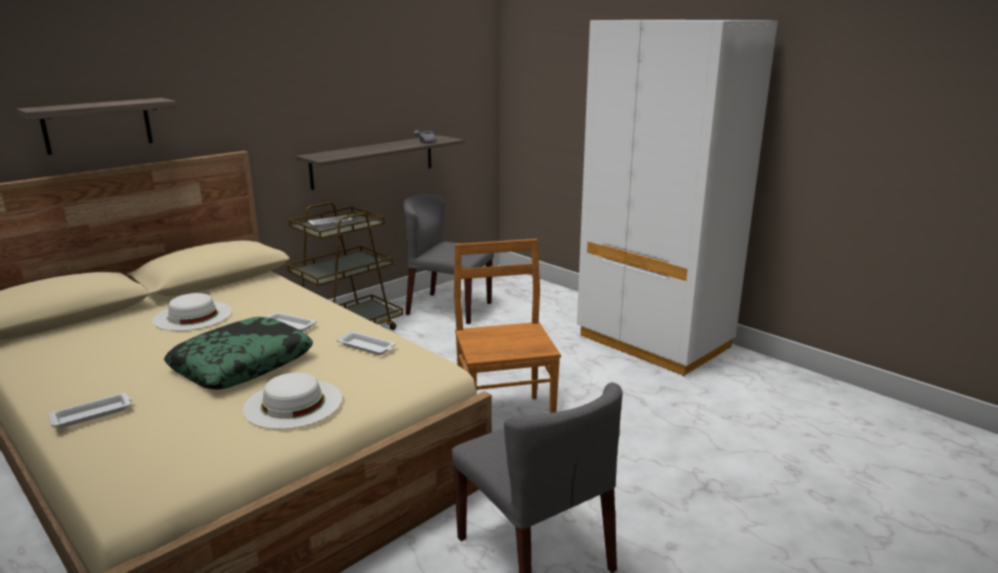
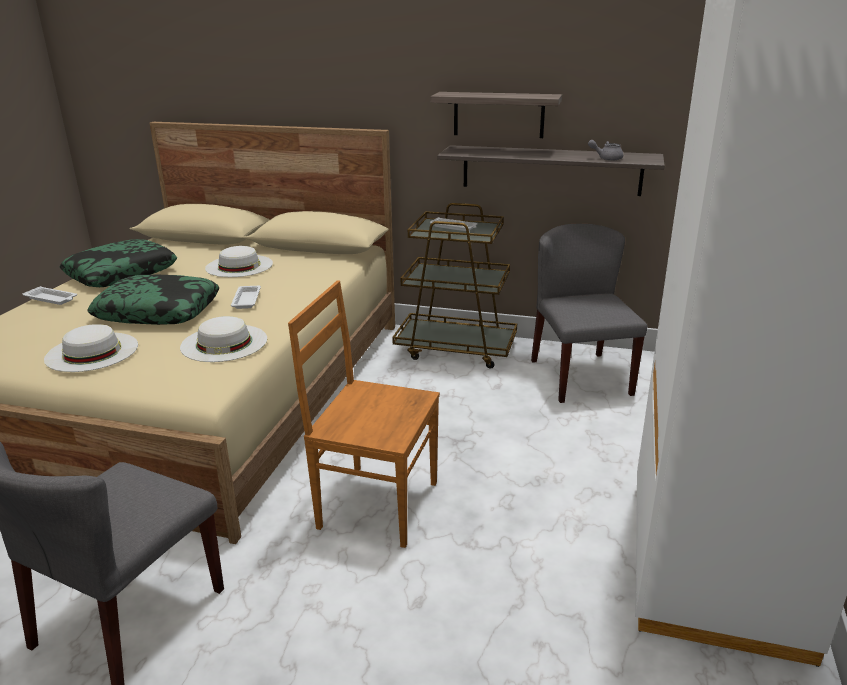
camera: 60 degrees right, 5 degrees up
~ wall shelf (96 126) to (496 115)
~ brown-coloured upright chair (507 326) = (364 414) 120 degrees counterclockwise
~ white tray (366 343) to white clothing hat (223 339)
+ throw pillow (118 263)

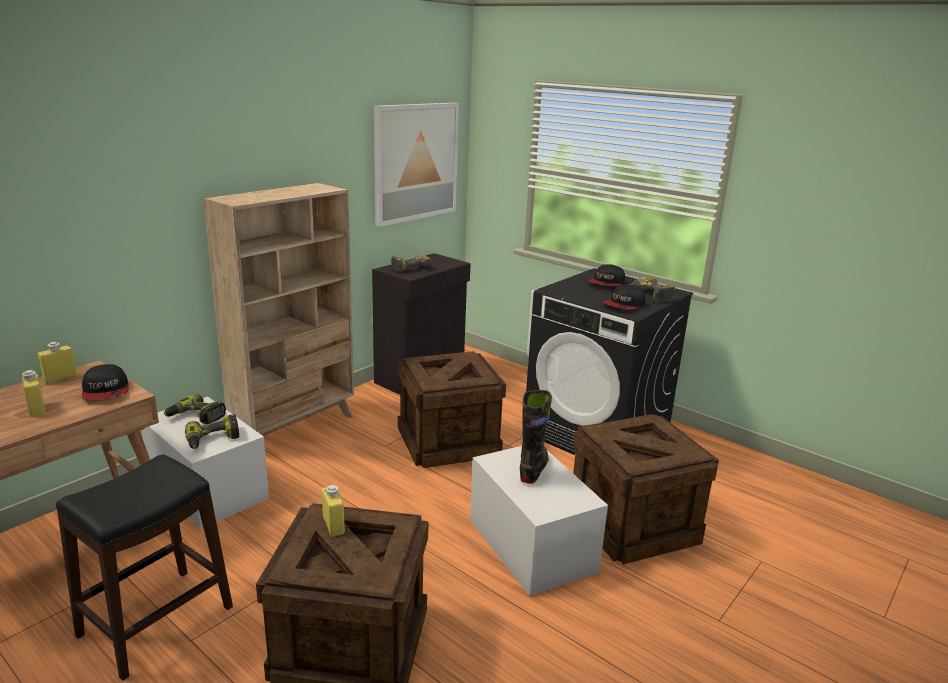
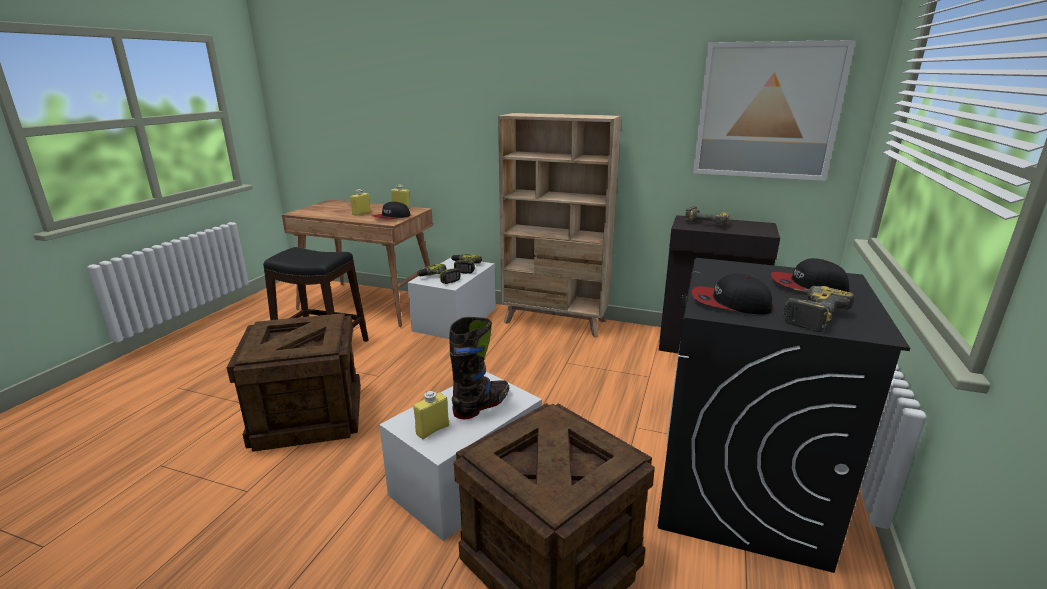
camera: 70 degrees right, 0 degrees up
- crate (451 409)
~ blackish high-top boot (536 437) = (479 368) 45 degrees counterclockwise
~ yellow-coloured drink bottle (333 511) to (431 415)

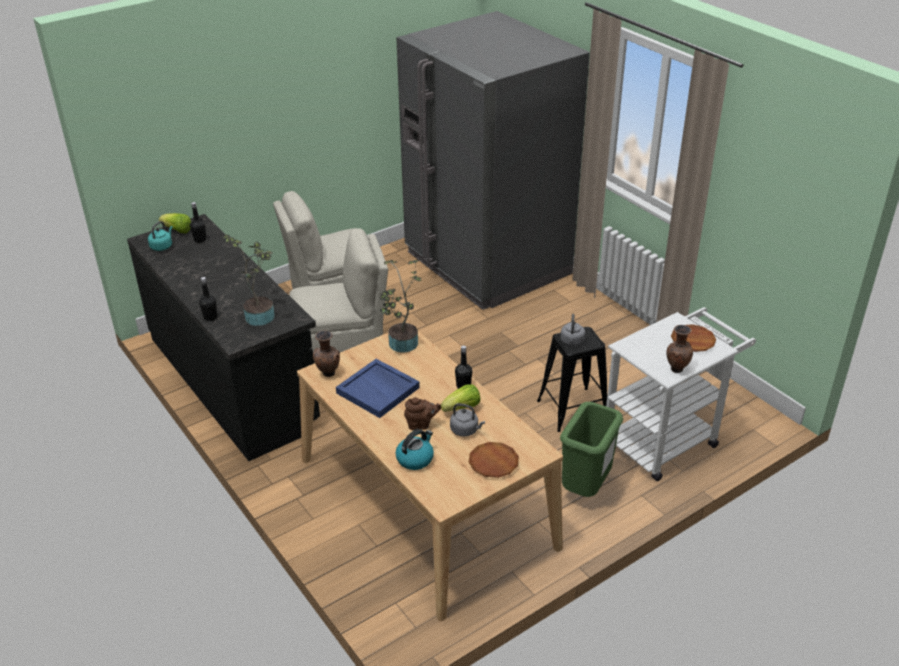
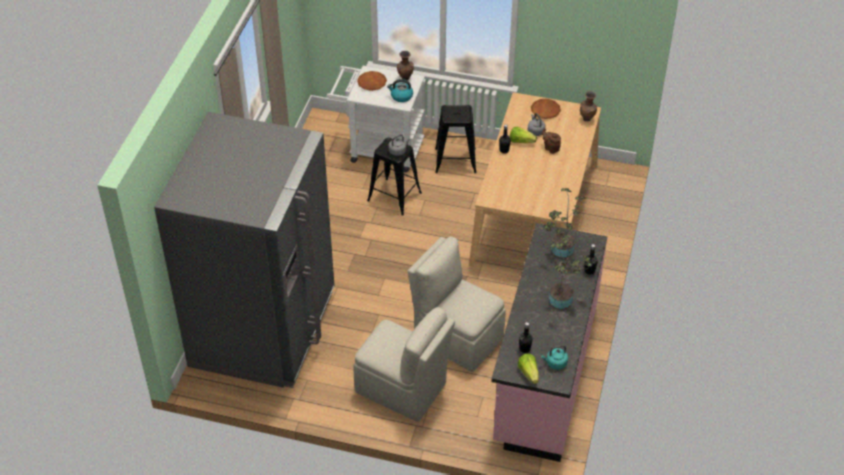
camera: 130 degrees left, 10 degrees up
~ blackish kitchen counter (223 337) to pink-coloured kitchen counter (549 342)
~ houseplant (401 306) to (570 272)
~ brown-coloured flower vase (326 353) to (588 106)
- blue tray (378 388)
~ green trash can (591 449) to blackish sitting stool (456 139)
~ water kettle (414 449) to (400 90)

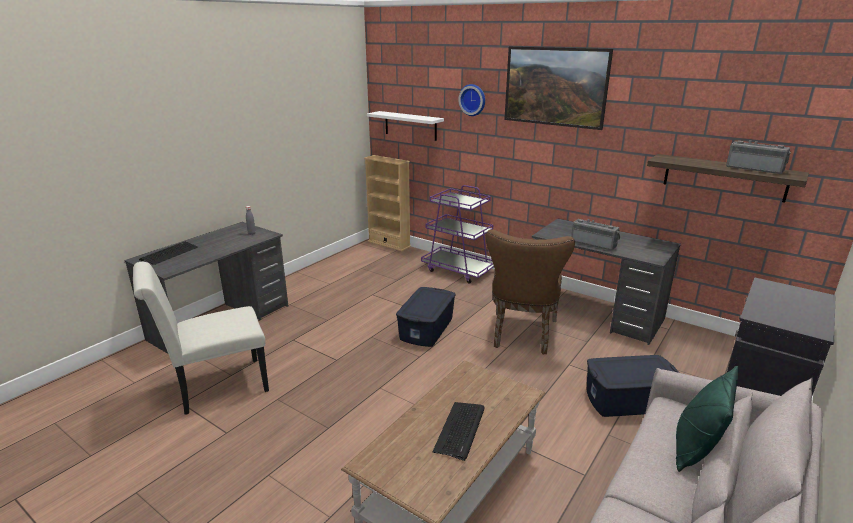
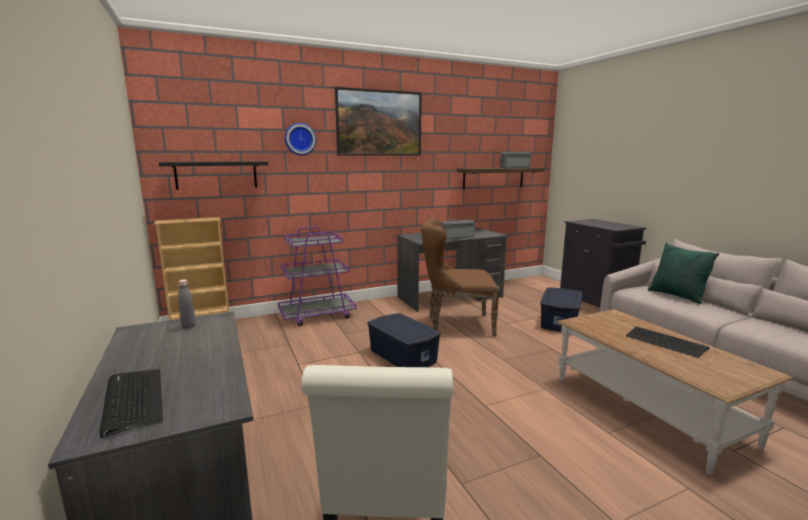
camera: 60 degrees left, 10 degrees down
~ white wall shelf (405 126) to blackish wall shelf (213 175)
~ brown-coloured upright chair (530 292) = (460 277) 135 degrees clockwise

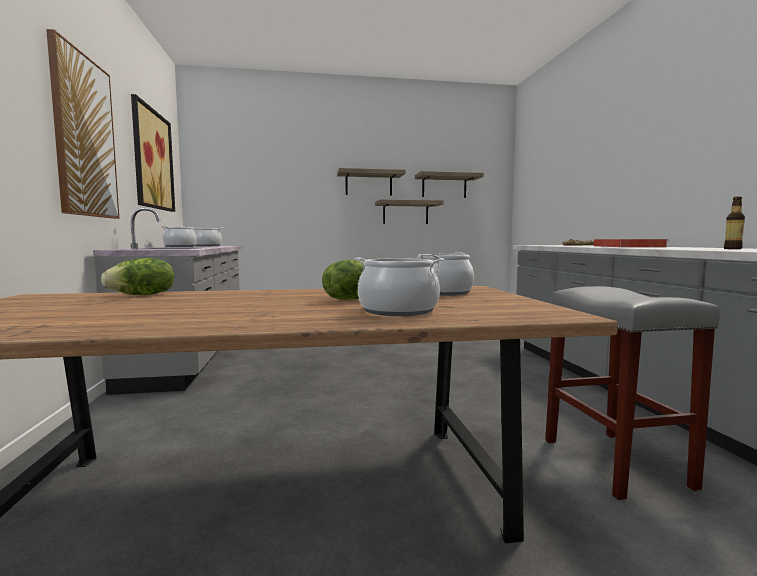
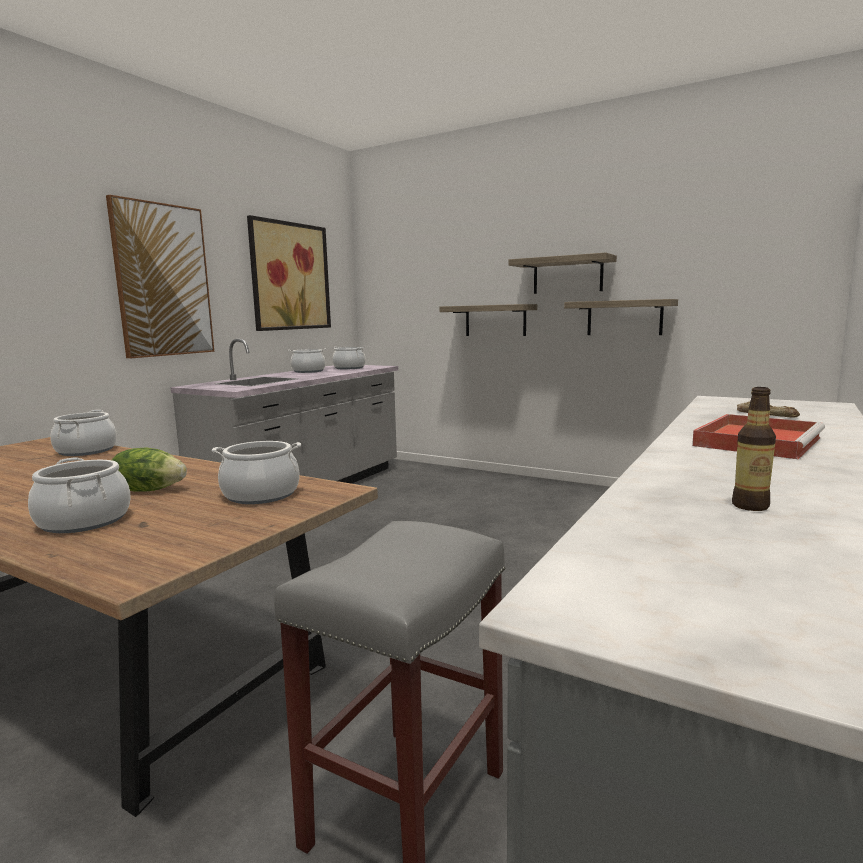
camera: 40 degrees right, 5 degrees up
~ wall shelf (449 184) to (488 320)
~ lettuce (137 276) to stockpot (83 433)

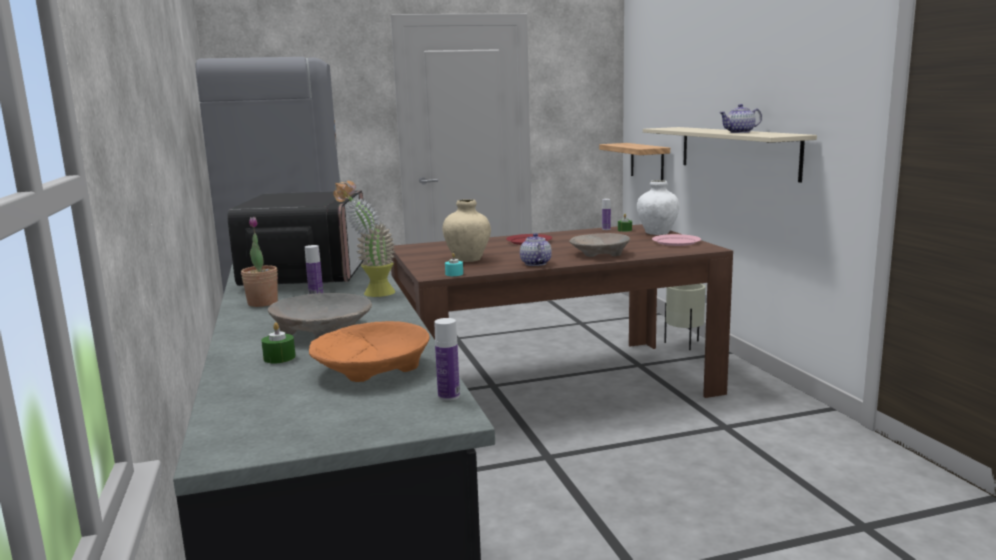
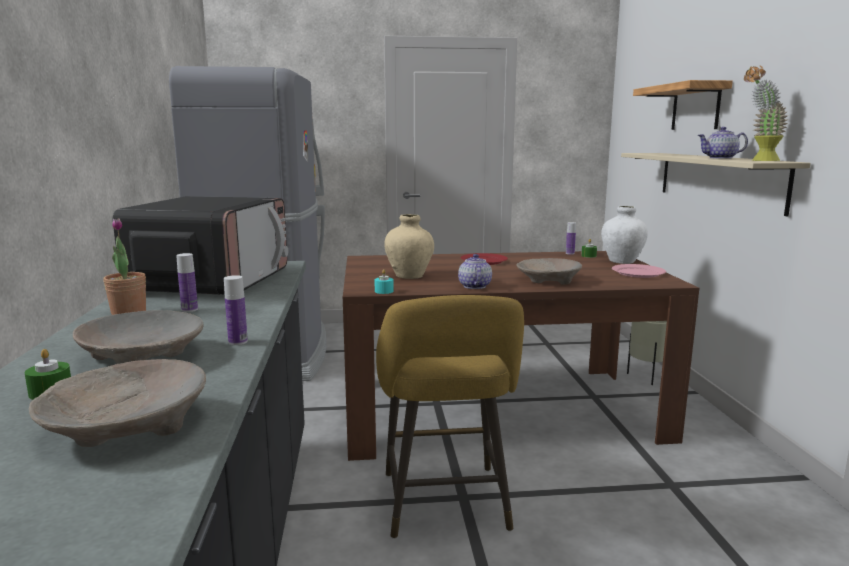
camera: 10 degrees right, 0 degrees up
~ wall shelf (634 161) to (683 105)
~ houseplant (365 239) to (766 113)
~ drink bottle (447 359) to (236 310)
~ orangey deep dish (369 351) to beige-coloured deep dish (117 403)
+ yellow-coloured sitting stool (450 417)

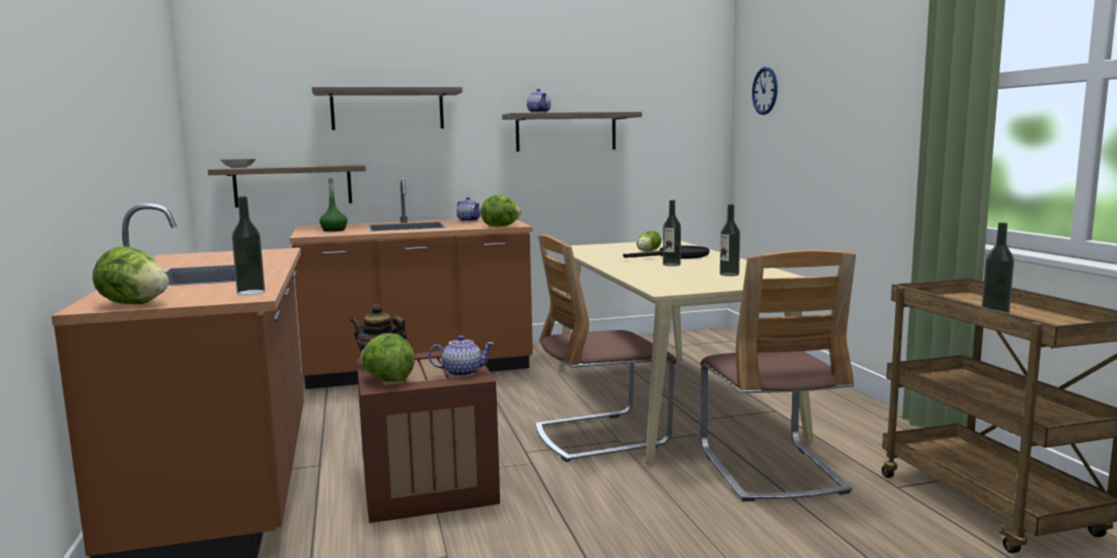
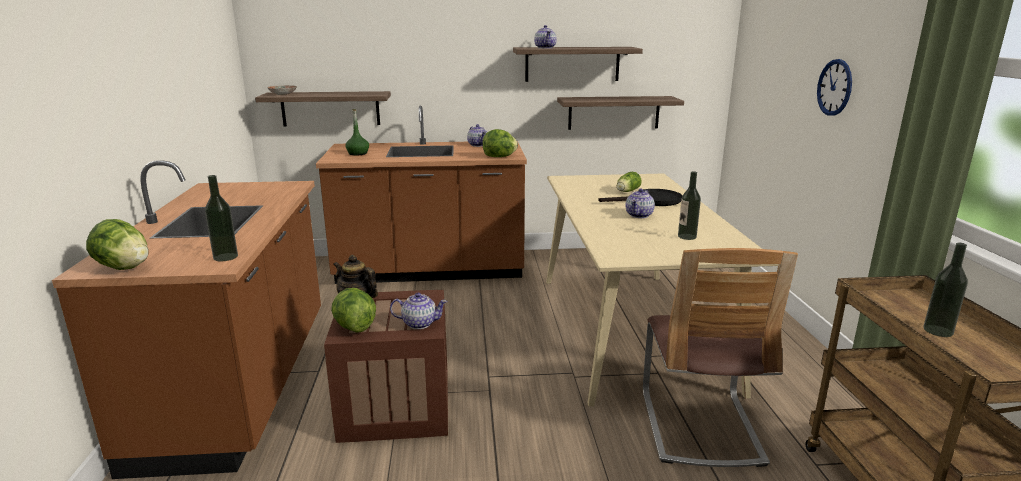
camera: 10 degrees right, 10 degrees up
~ clock on the wall (765 91) to (834 87)
~ wall shelf (387 108) to (620 113)
~ drink bottle (672 233) to teapot (640 203)
- upright chair (606 348)

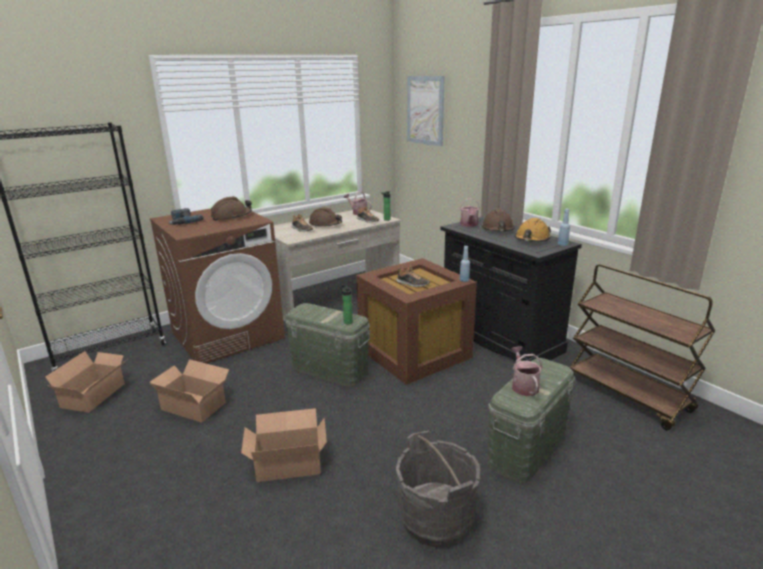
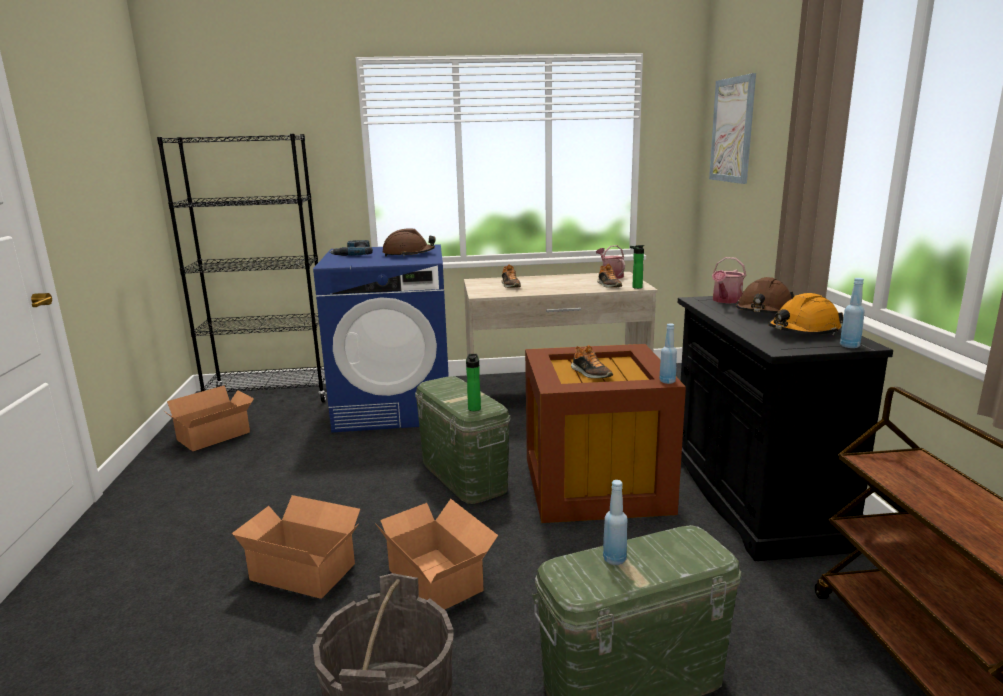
camera: 30 degrees right, 5 degrees down
- brown-coloured work helmet (325 217)
~ brown-coloured washing machine (217 286) to blue washing machine (381 338)
~ sprinkling can (526 371) to blue drink bottle (615 522)
~ packing box (189 391) to (436 554)

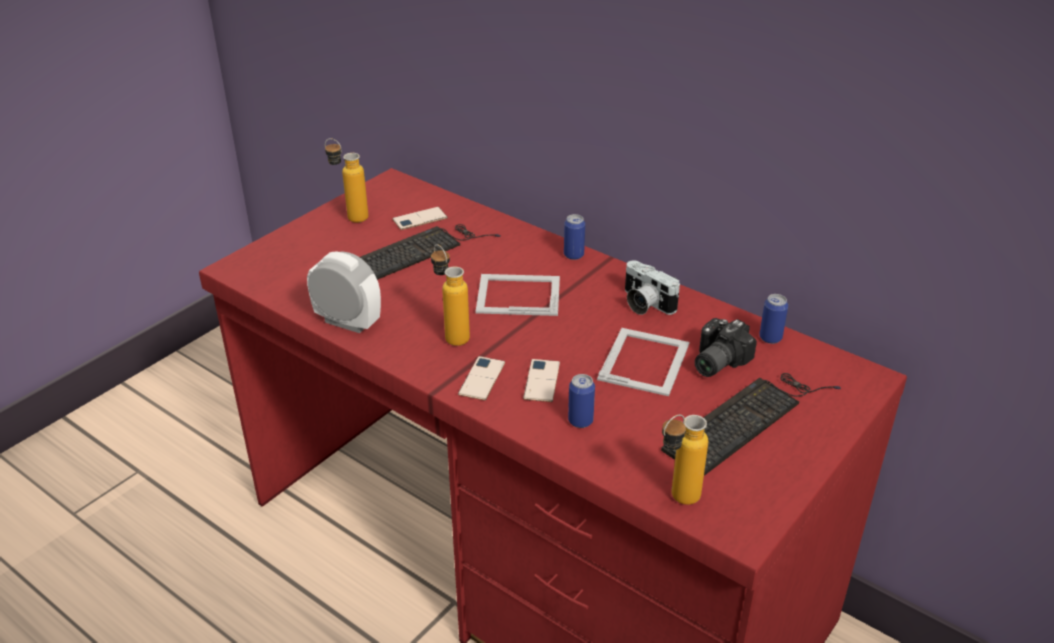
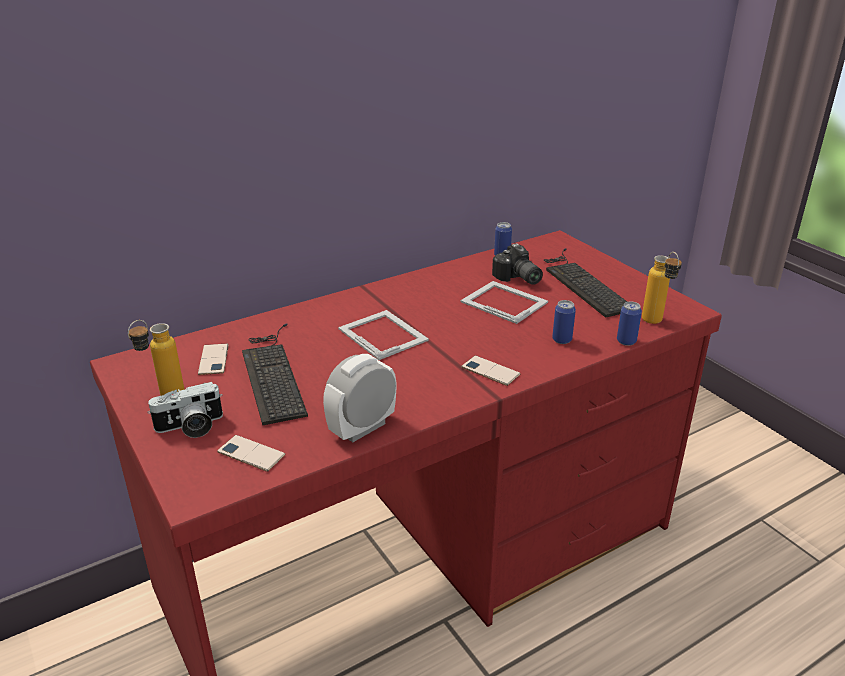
camera: 70 degrees left, 5 degrees down
~ can (574 237) to (629 323)
- drink bottle (450 295)
~ photo camera (652 287) to (185 410)
~ standing frame (517 295) = (383 335) 120 degrees clockwise
~ telephone (541 380) to (251 453)

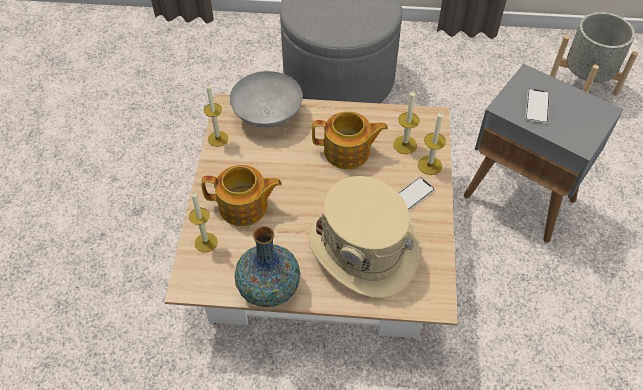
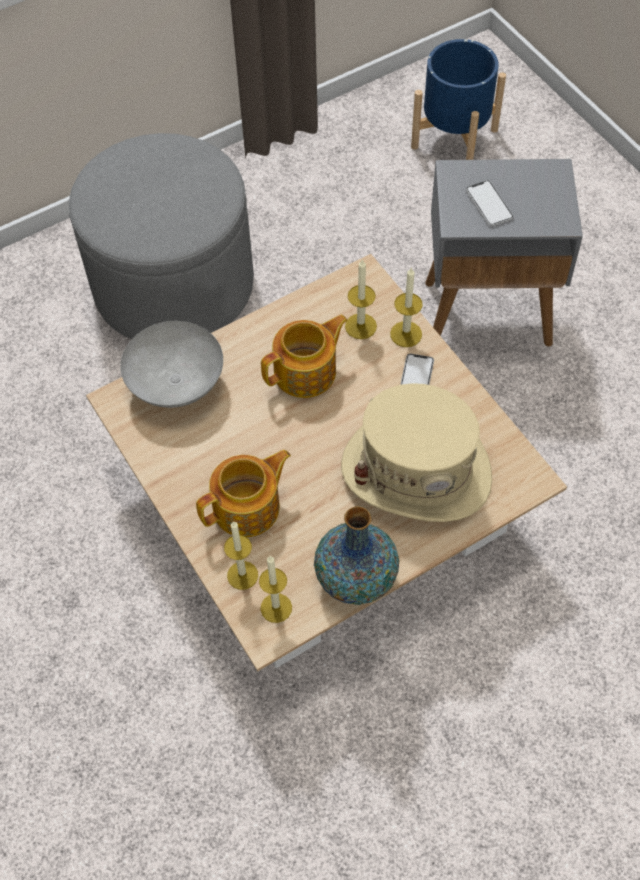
camera: 35 degrees left, 5 degrees up
~ gray flower pot (594 54) to blue flower pot (458 99)
~ wax light (216 115) to (275 589)

